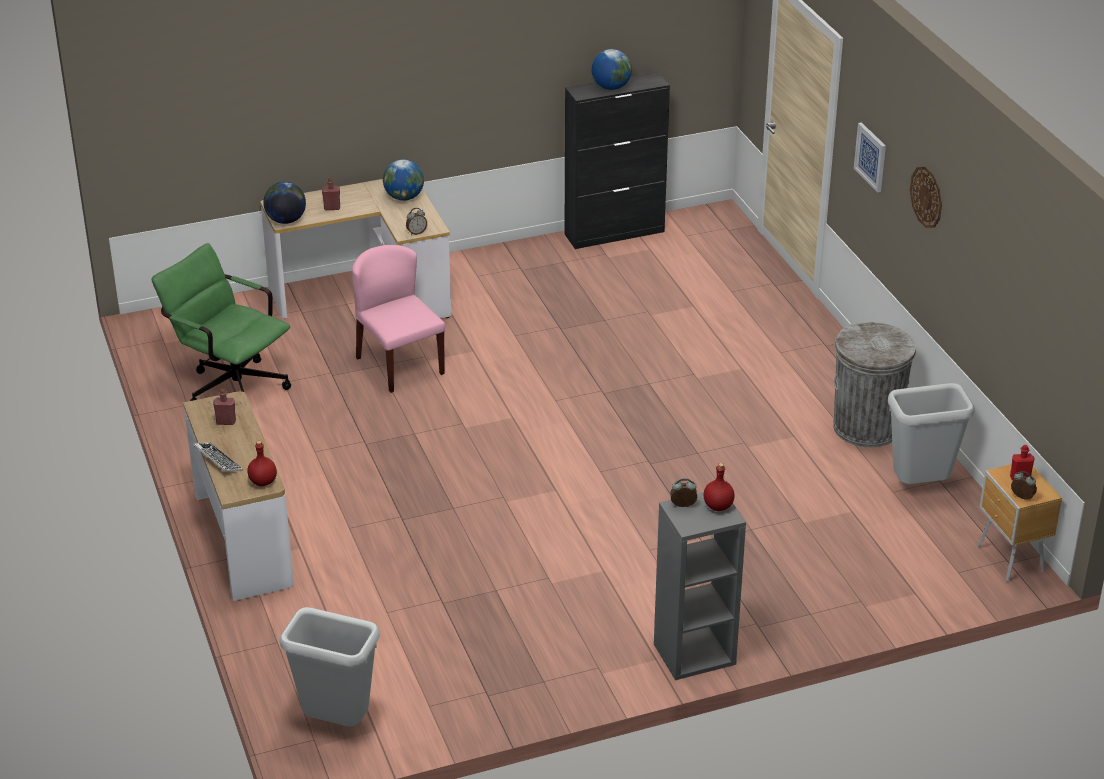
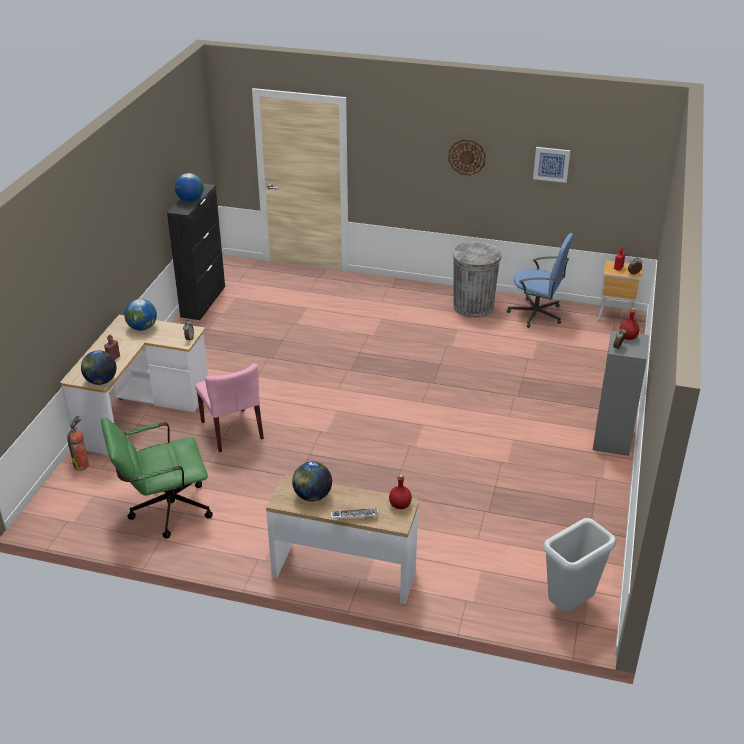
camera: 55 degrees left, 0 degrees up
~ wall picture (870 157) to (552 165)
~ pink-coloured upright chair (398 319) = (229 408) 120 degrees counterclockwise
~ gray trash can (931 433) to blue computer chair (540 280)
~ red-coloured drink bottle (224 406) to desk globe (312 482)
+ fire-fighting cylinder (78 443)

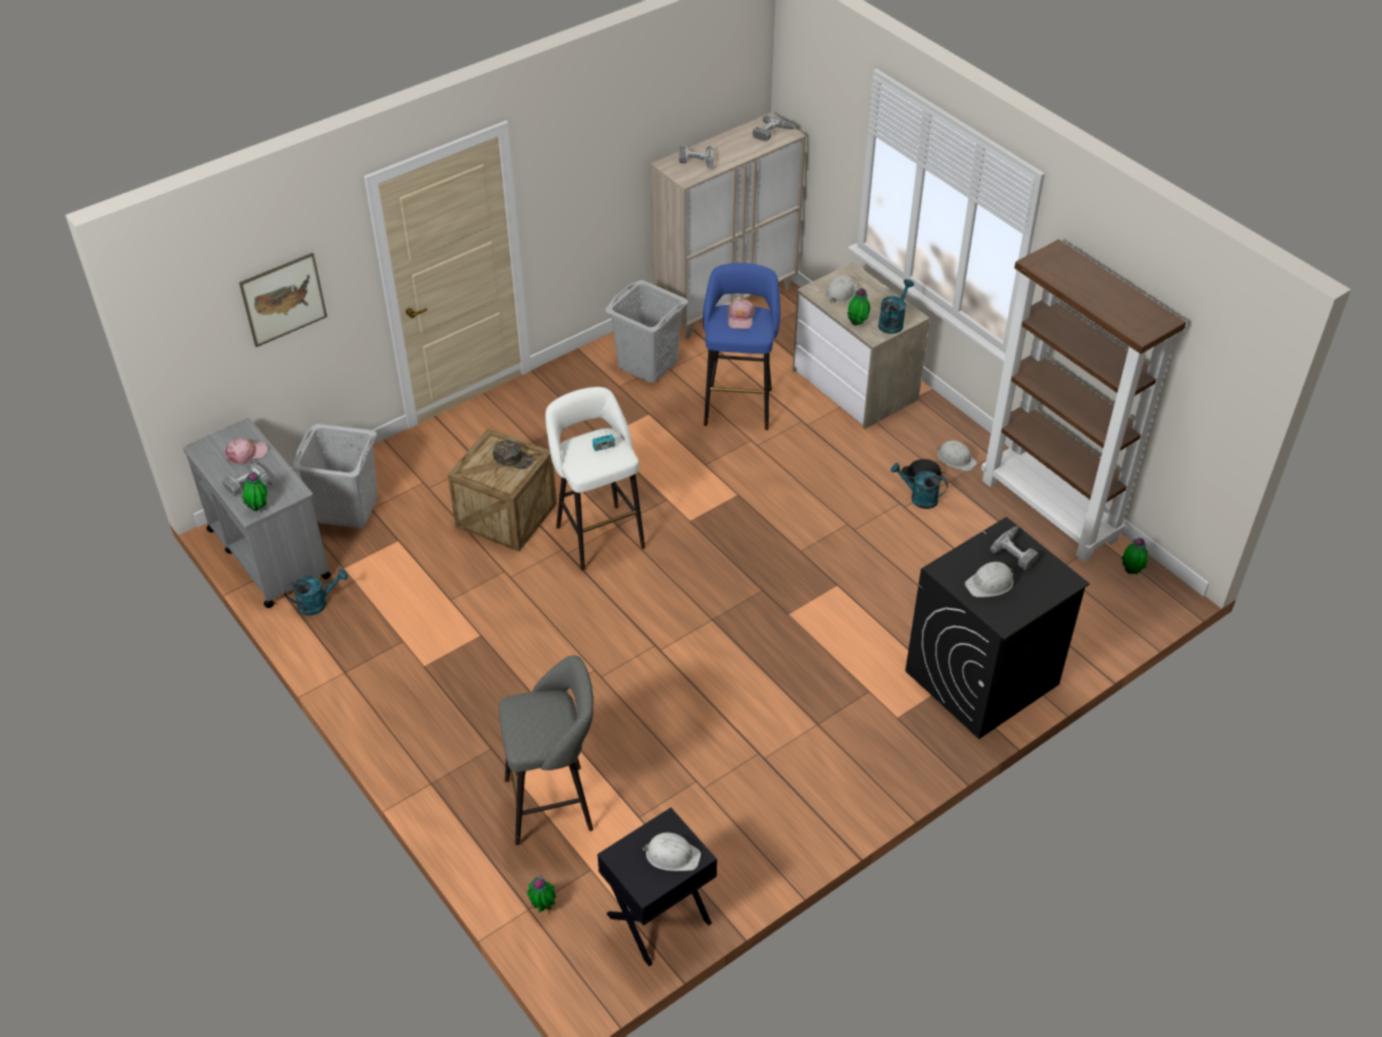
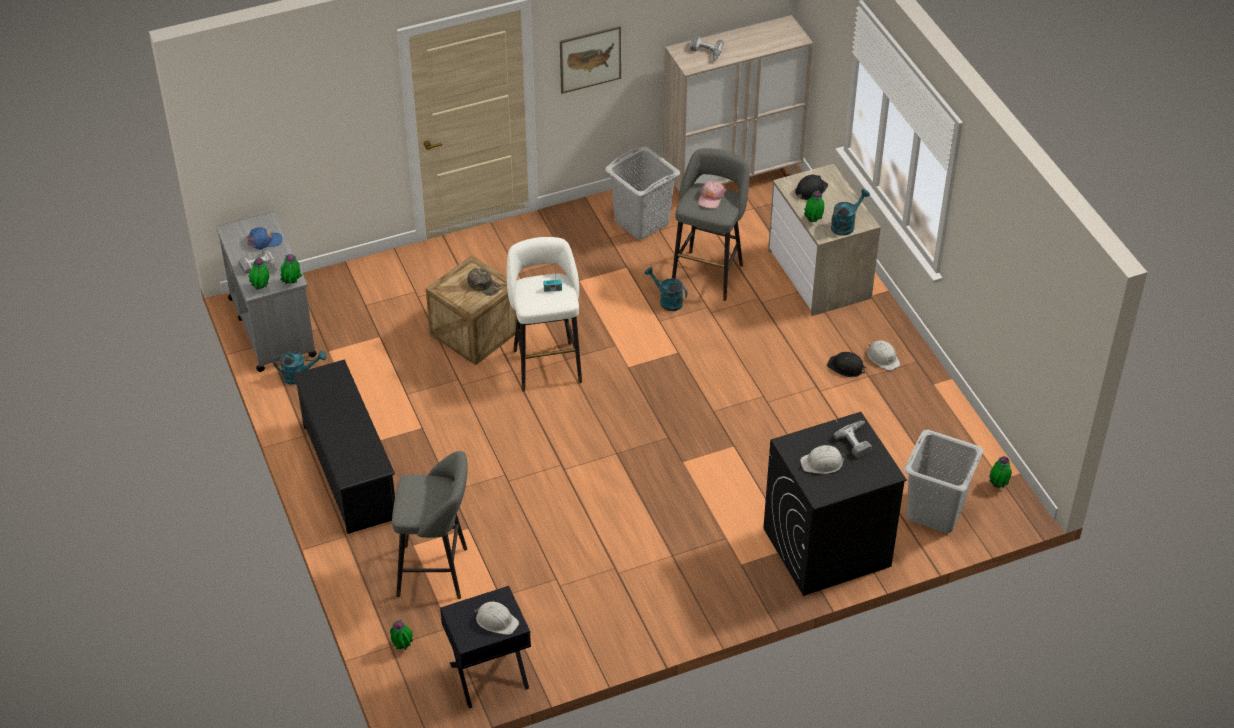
camera: 15 degrees right, 0 degrees up
- electric drill (774 128)
- brown-coloured bookcase (1083 400)
~ wall picture (283 300) to (590 60)
~ blue sitting stool (742 346) to gray sitting stool (711 224)
~ white work helmet (841 289) to blackish work helmet (811 187)
~ gray laundry basket (335 475) to (944 481)
~ pink-coloured peaked cap (246 451) to blue peaked cap (264 238)
~ blue-green sprinkling can (919 486) to (666 289)
+ houseplant (291 269)
+ blackish shoe shelf (343 446)

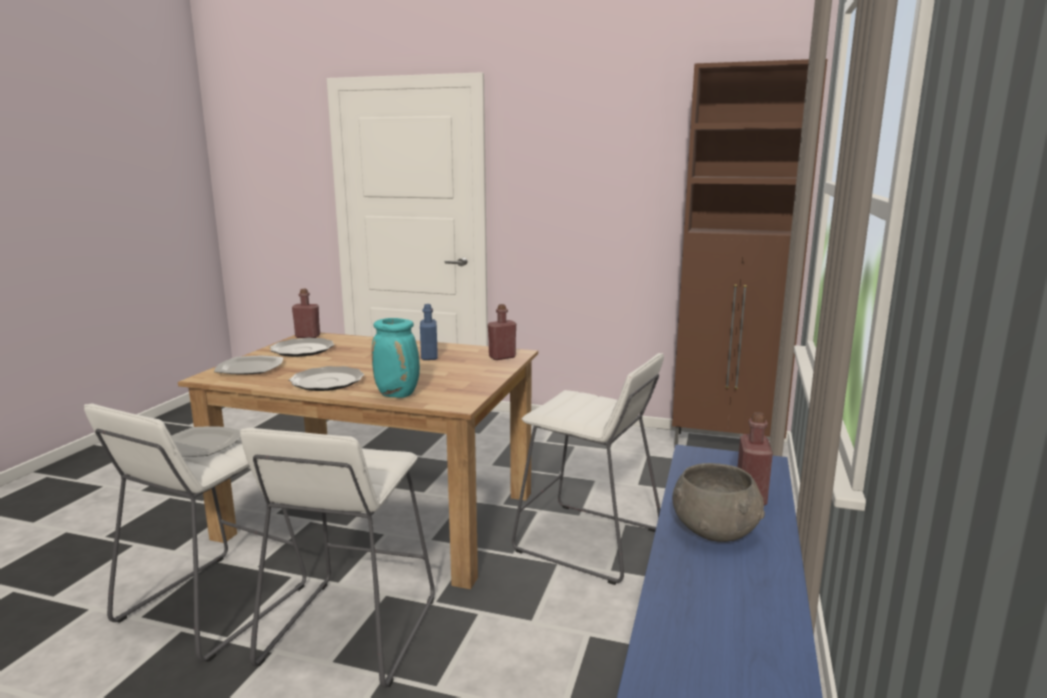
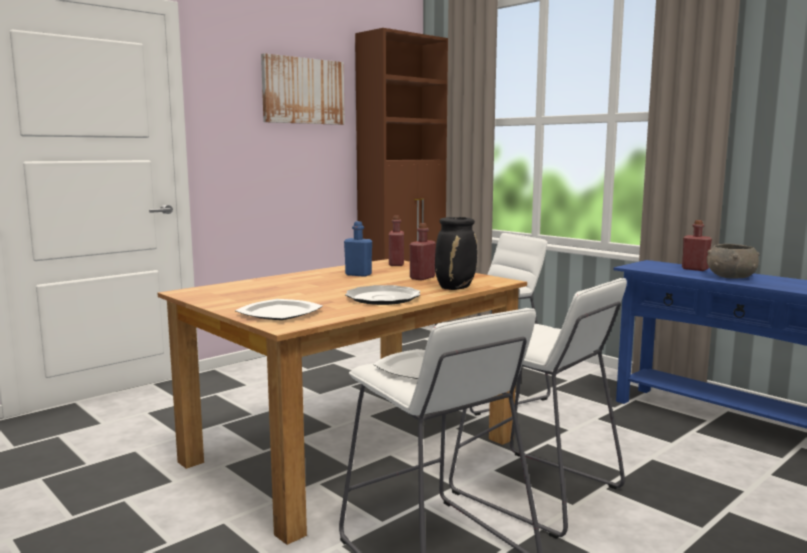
camera: 60 degrees left, 5 degrees down
~ red-coloured drink bottle (306 313) to (423 251)
~ blue-green flower vase (395 358) to blackish flower vase (456 253)
- flat dish (302 347)
+ wall picture (303 89)

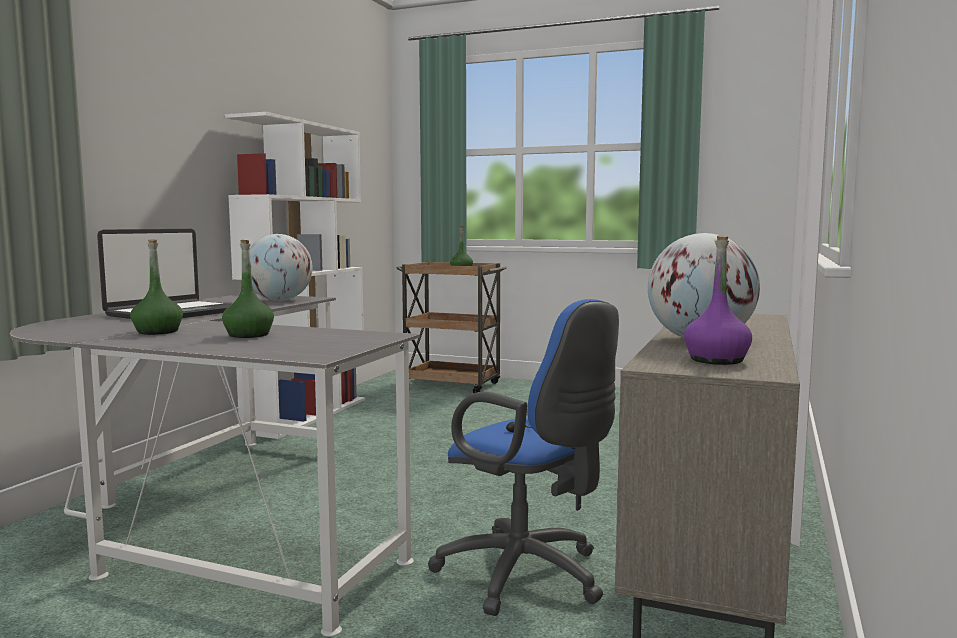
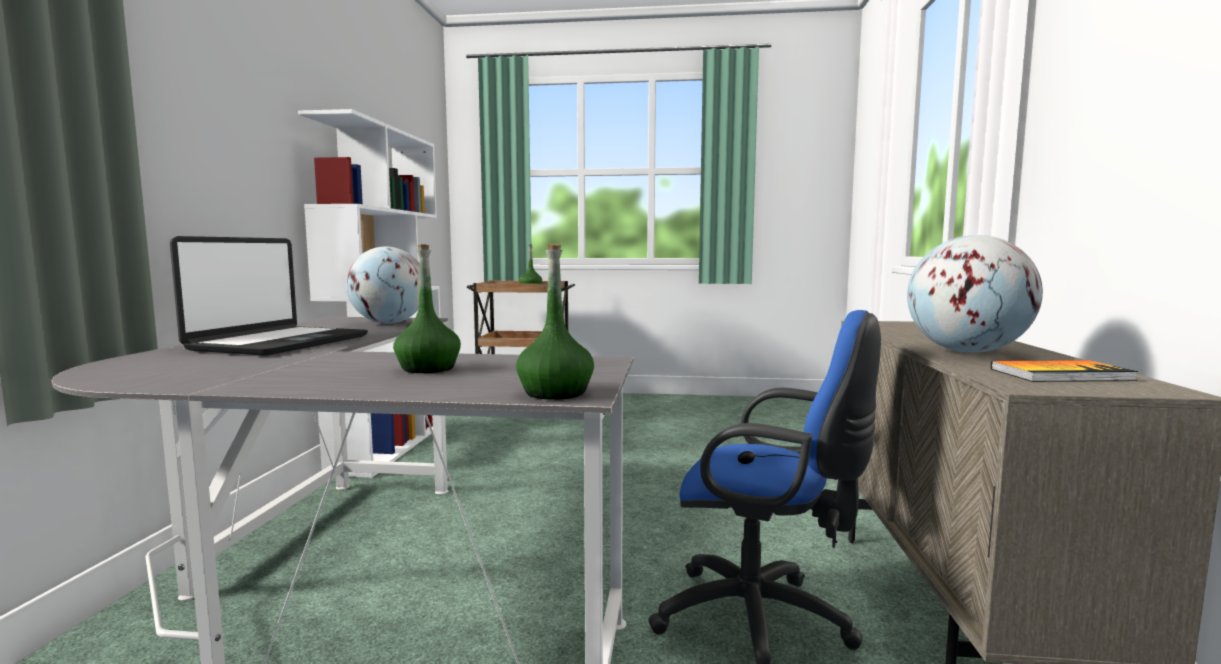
camera: 15 degrees left, 0 degrees up
~ purple drink bottle (718 300) to book (1064 371)
~ green drink bottle (156 287) to (555 321)

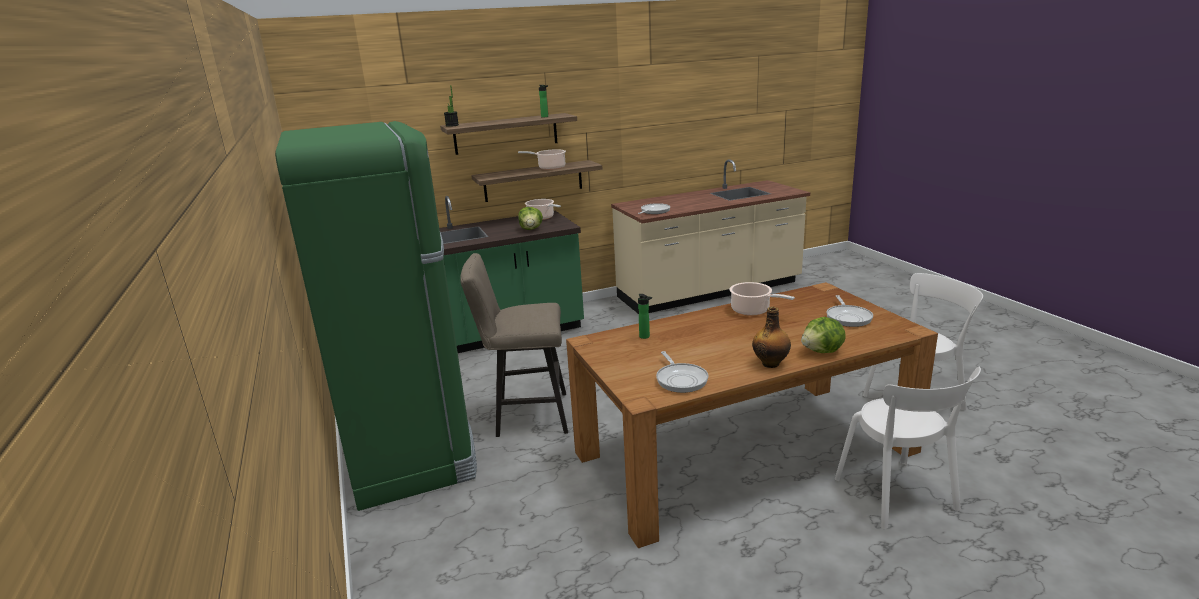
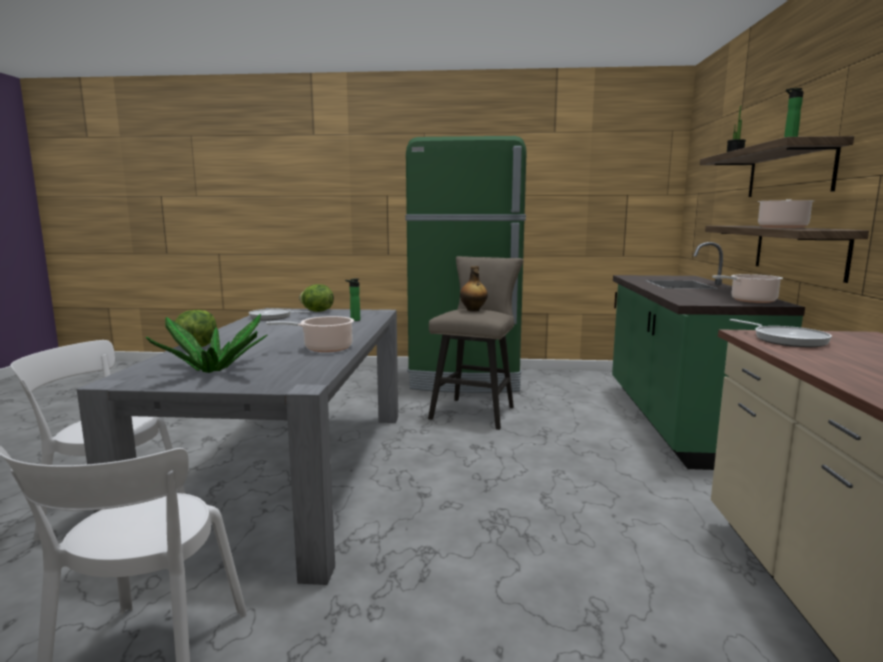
camera: 115 degrees right, 10 degrees down
~ lettuce (530 218) to (316 298)
~ brown-coloured dining table (752 415) to gray dining table (237 446)
~ skillet (850 311) to houseplant (206 343)
~ drink bottle (771 337) to (474 289)

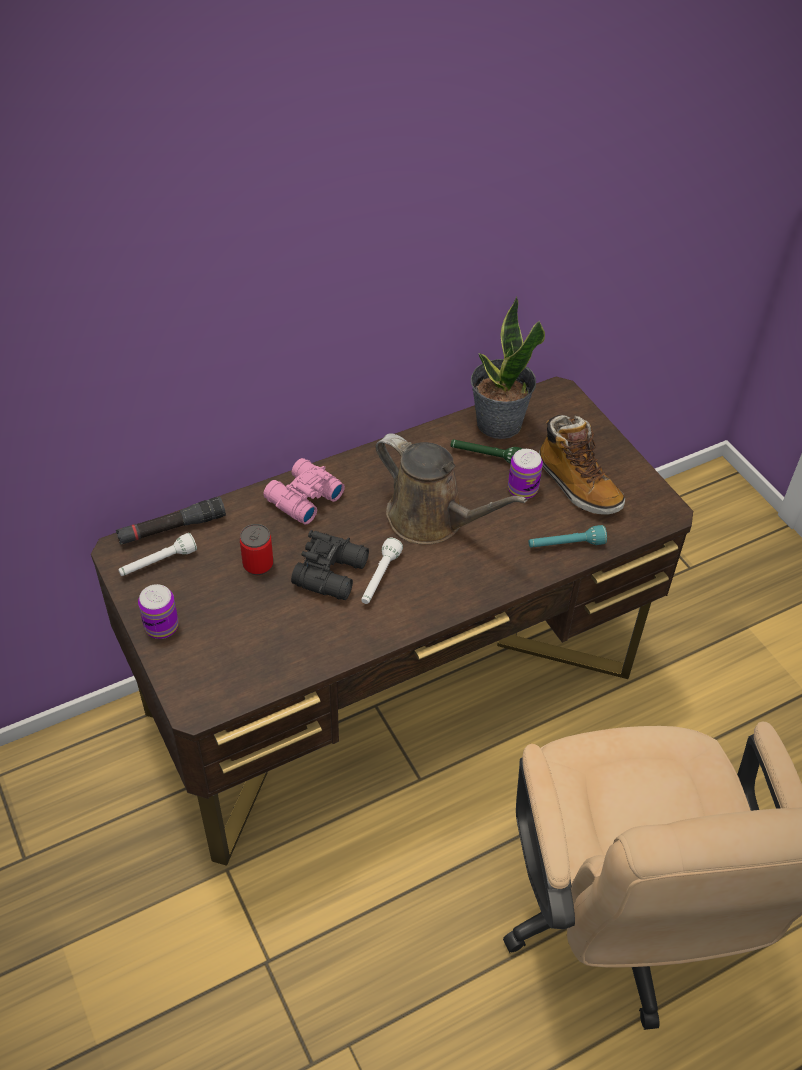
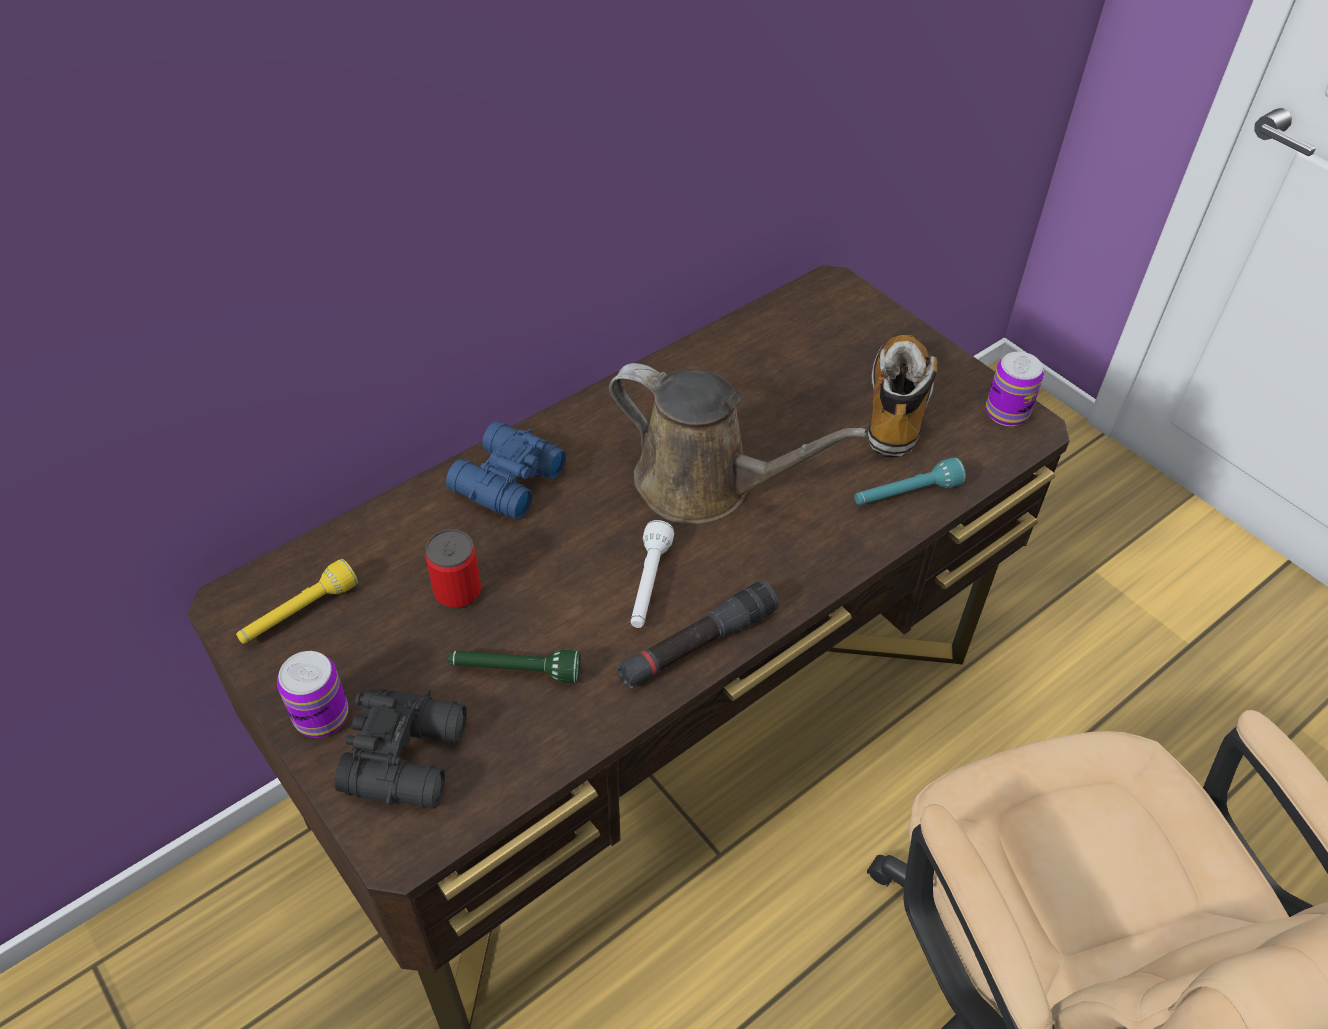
camera: 10 degrees left, 0 degrees up
- houseplant (508 367)
~ high-top boot (582 465) = (903 396) 120 degrees counterclockwise
~ green hand torch (487 451) to (514 666)
~ can (525 474) to (1015 389)
~ pink-coloured pair of binoculars (304 491) to blue pair of binoculars (506 471)
~ blackish hand torch (171 520) to (697 635)
~ blackish pair of binoculars (330 565) to (400 749)
~ white hand torch (157 554) to yellow-coloured hand torch (297 601)

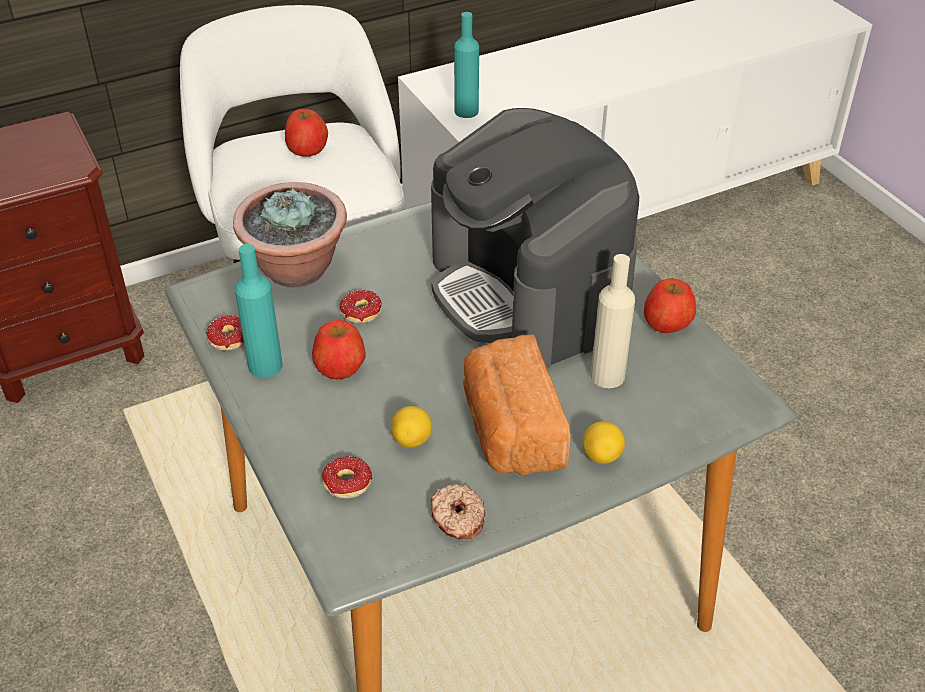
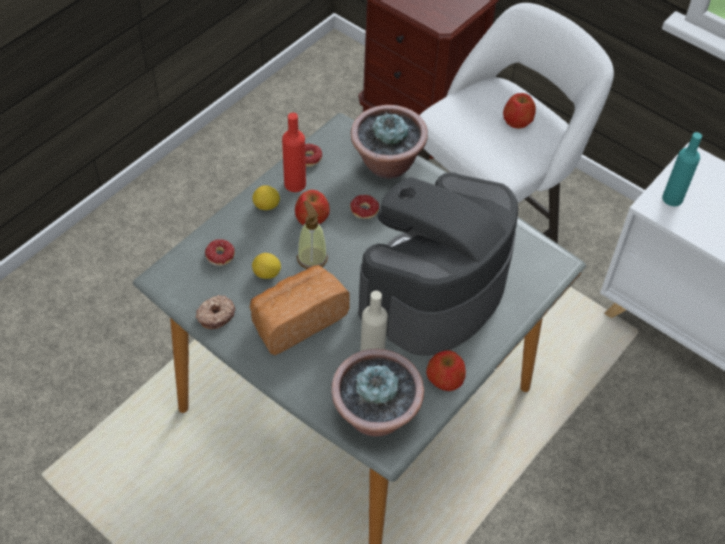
camera: 65 degrees right, 10 degrees up
~ blue-green drink bottle (259 311) to red-coloured drink bottle (294 152)
~ lemon (604 442) to (266 197)
+ liquid soap bottle (312 234)
+ houseplant (377 393)

